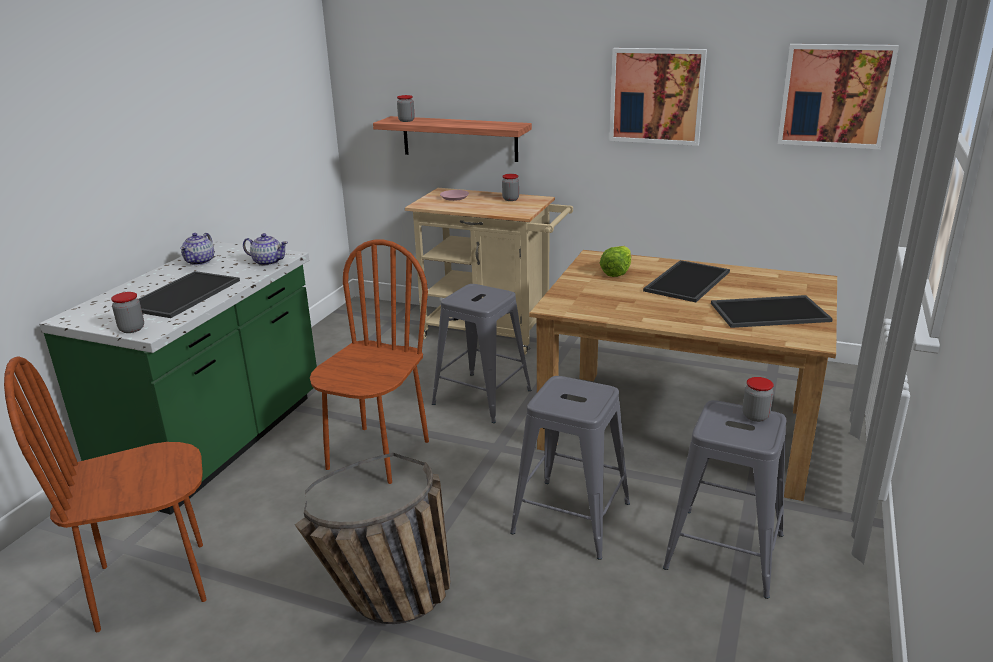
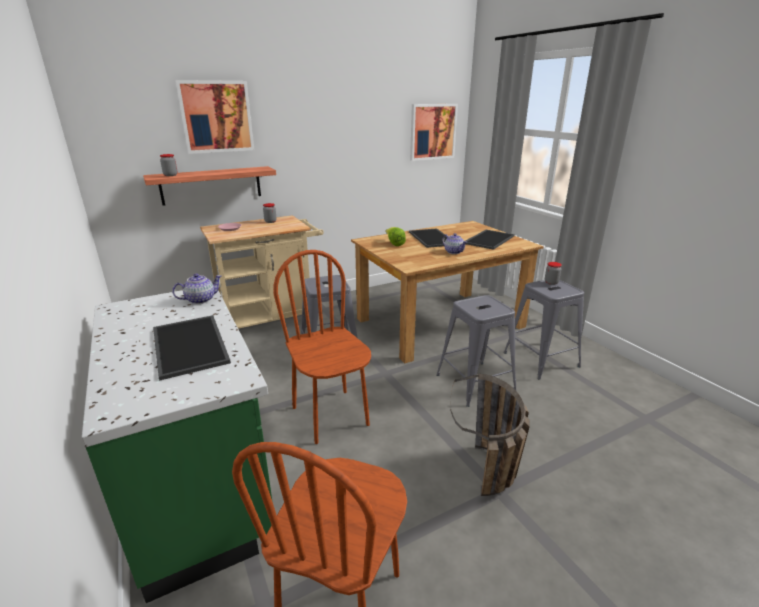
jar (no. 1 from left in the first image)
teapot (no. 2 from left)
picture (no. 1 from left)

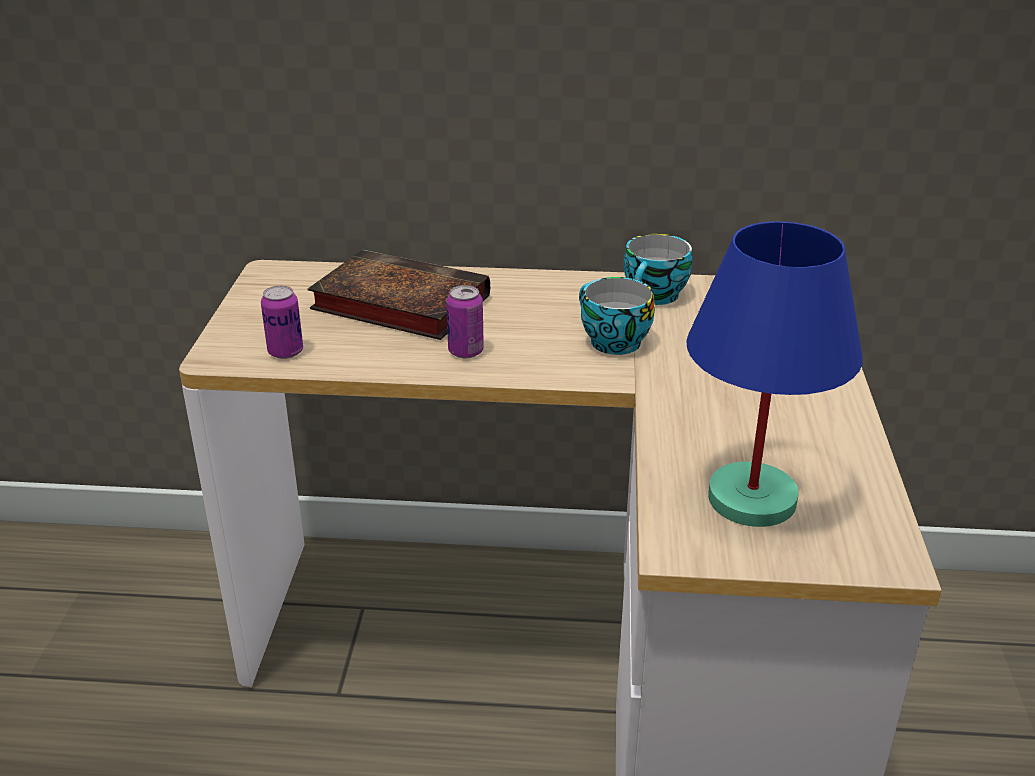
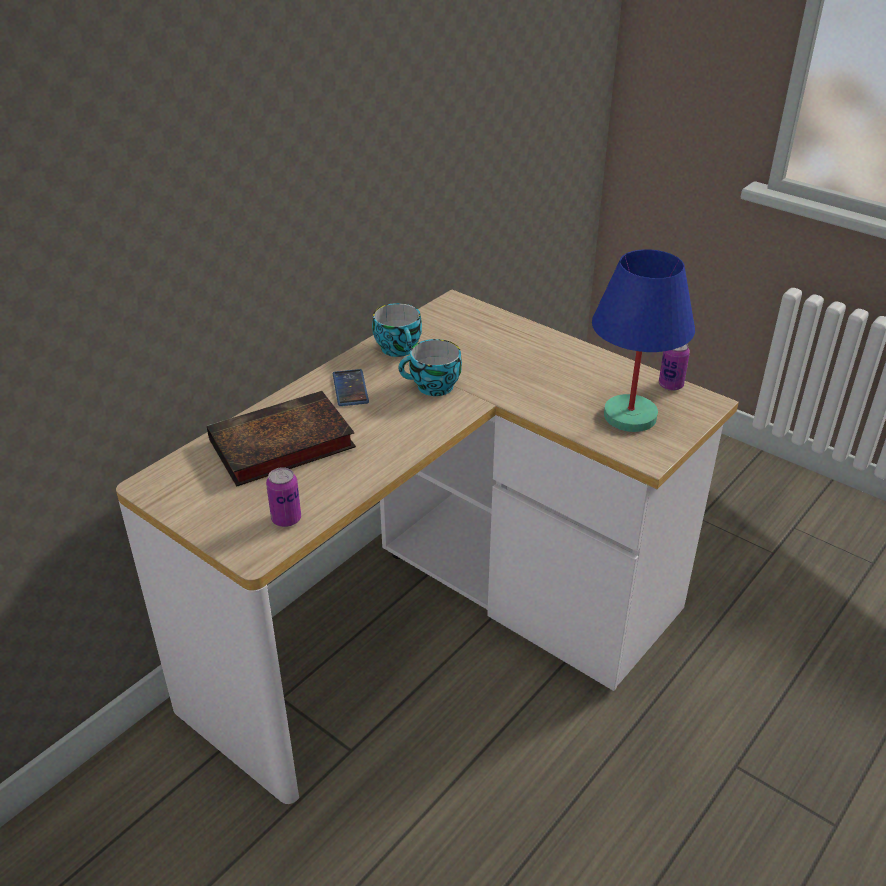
phone
can (no. 2 from left)

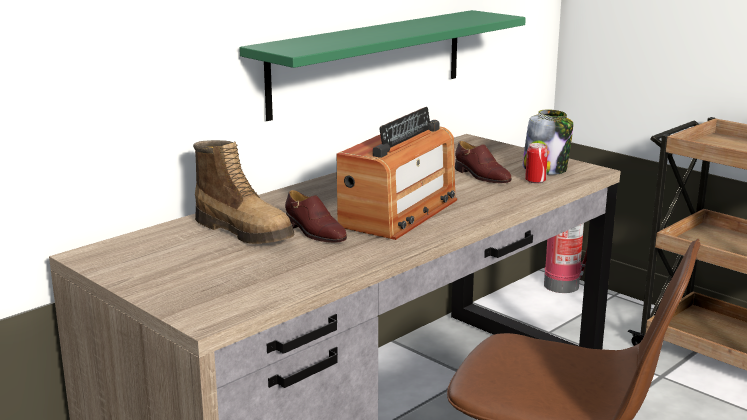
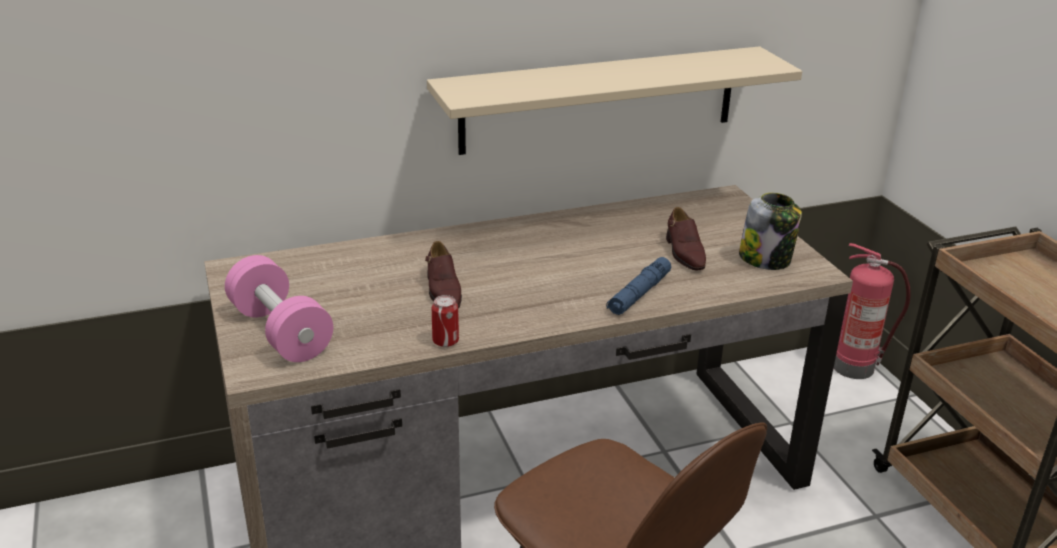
boot
radio
pink dumbbell
blue flashlight
can
beige shelf

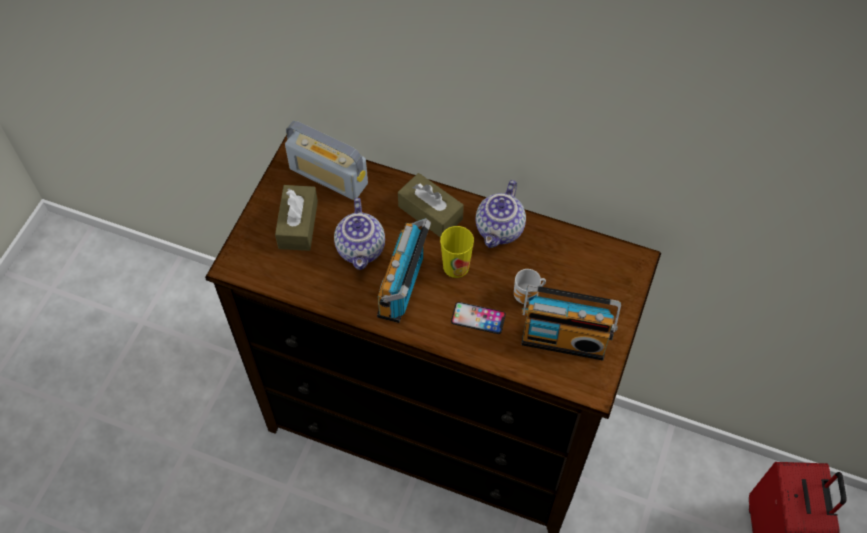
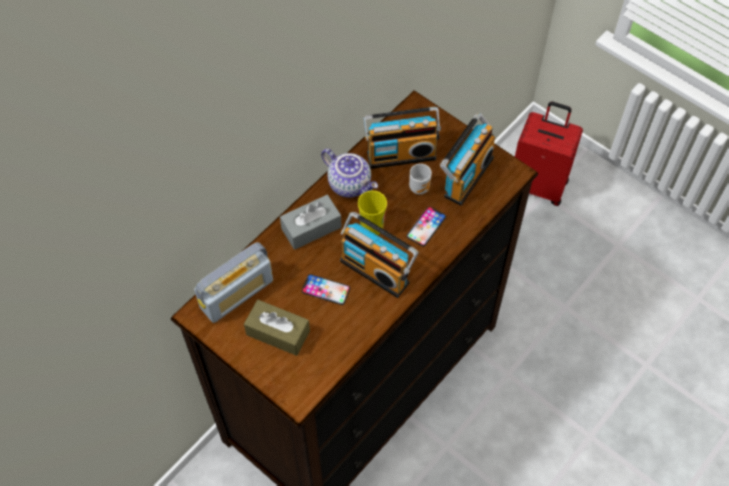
radio (no. 3 from left)
phone (no. 1 from left)
grey tissue box

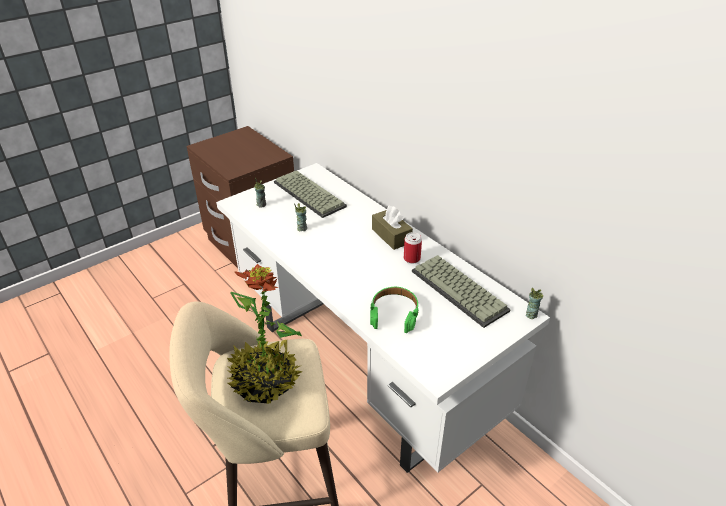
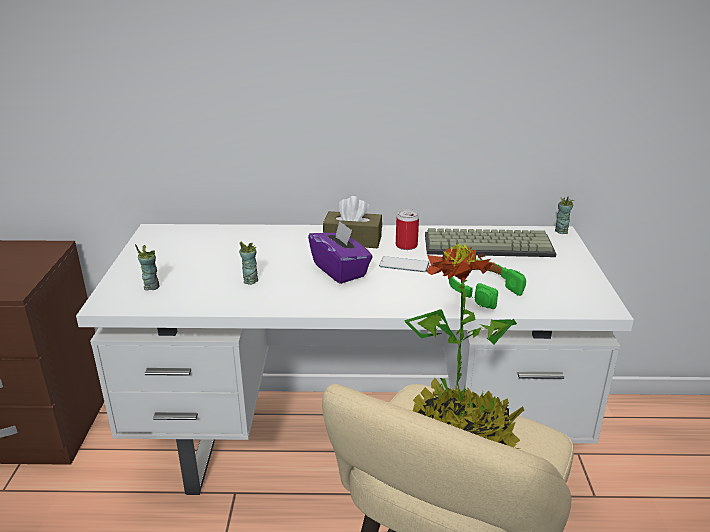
keyboard (no. 1 from left in the first image)
purple tissue box
phone

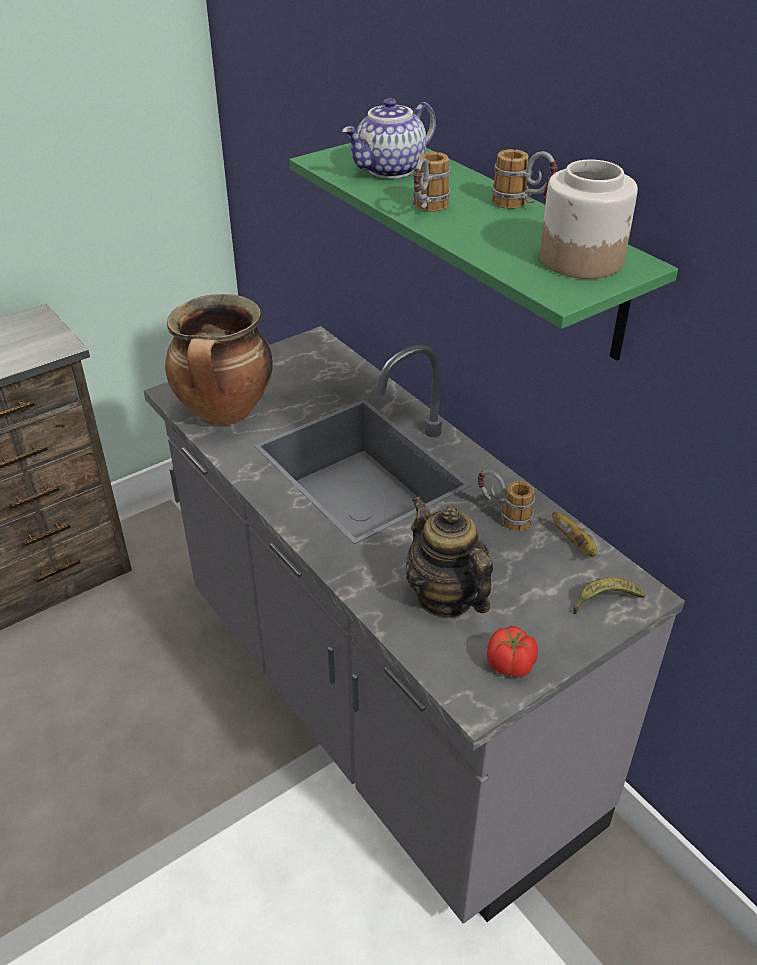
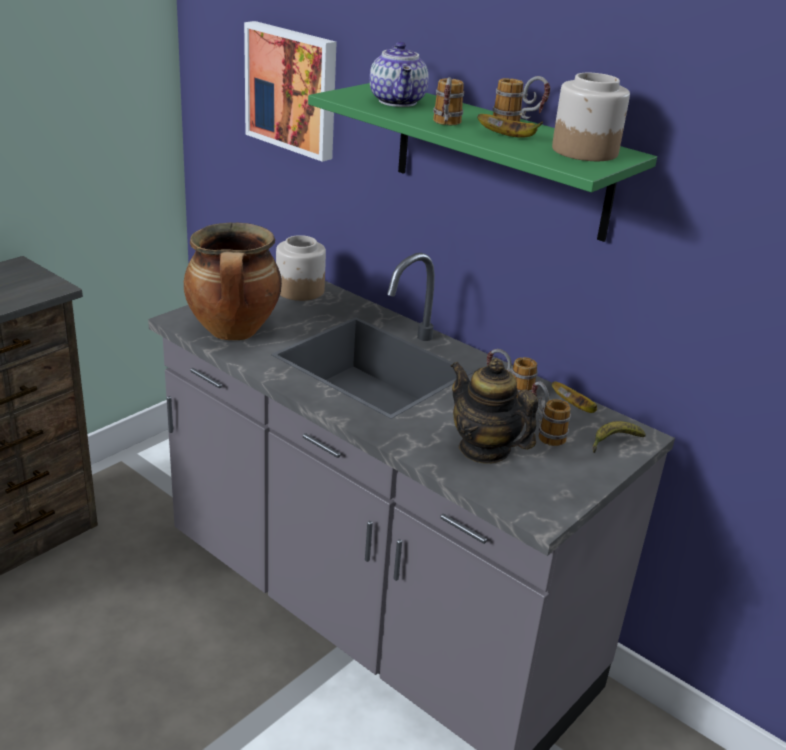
tomato
picture
jar (no. 1 from left)
banana (no. 1 from left)
mug (no. 4 from left)
teapot (no. 1 from left)

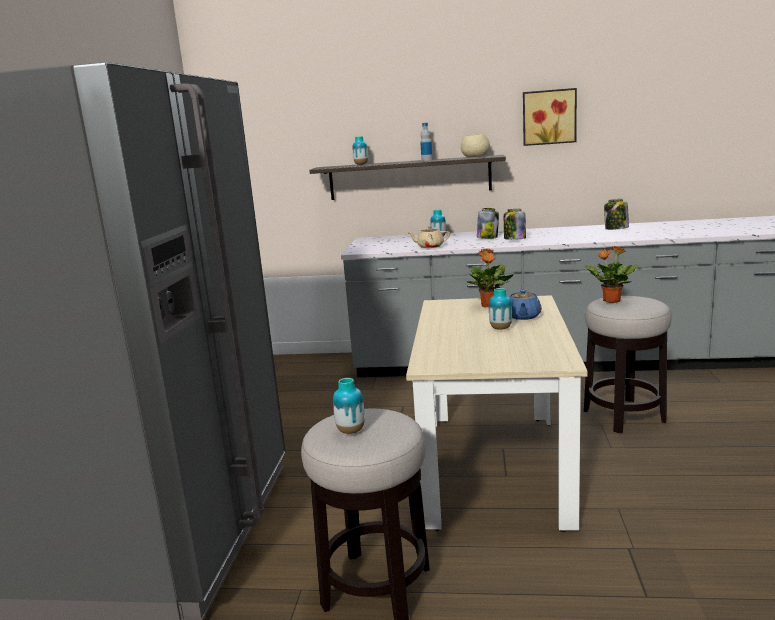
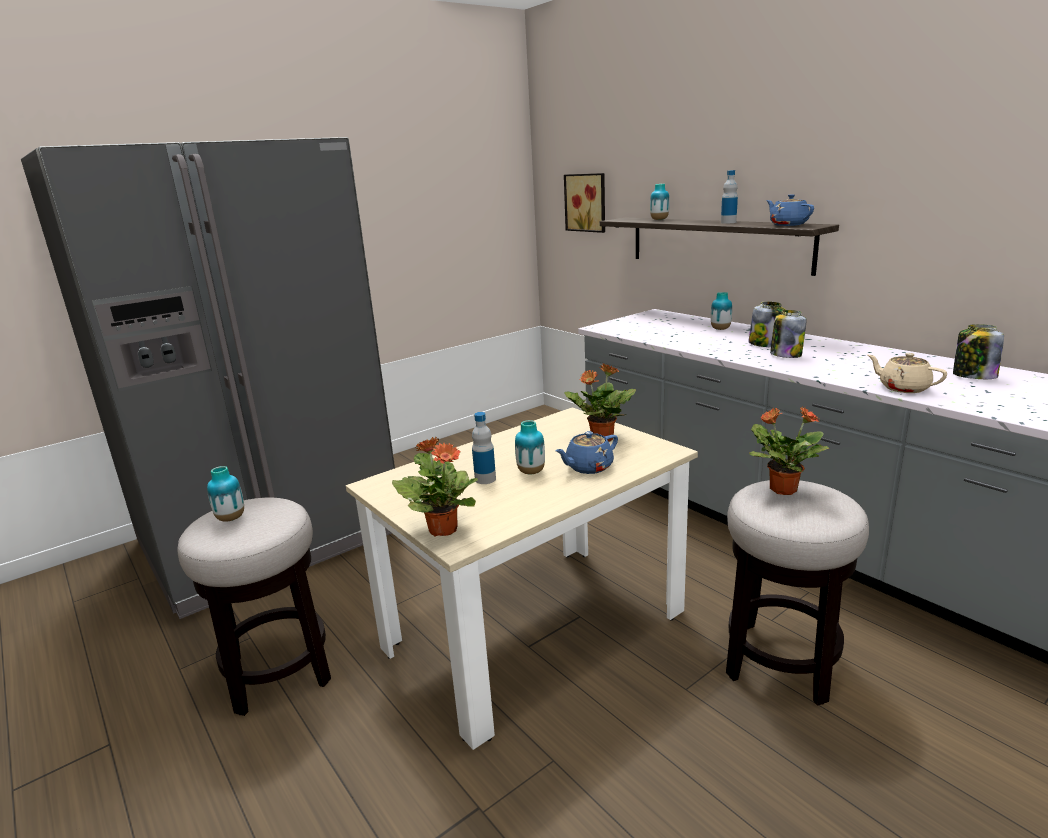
potted plant (no. 1 from left)
bottle (no. 1 from left)
beige teapot
picture
blue teapot (no. 2 from left)

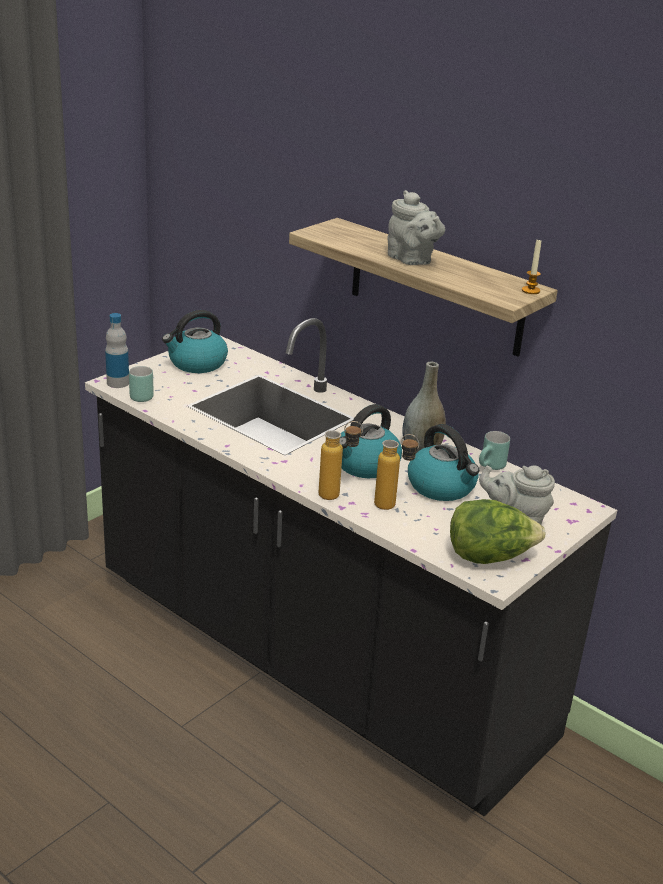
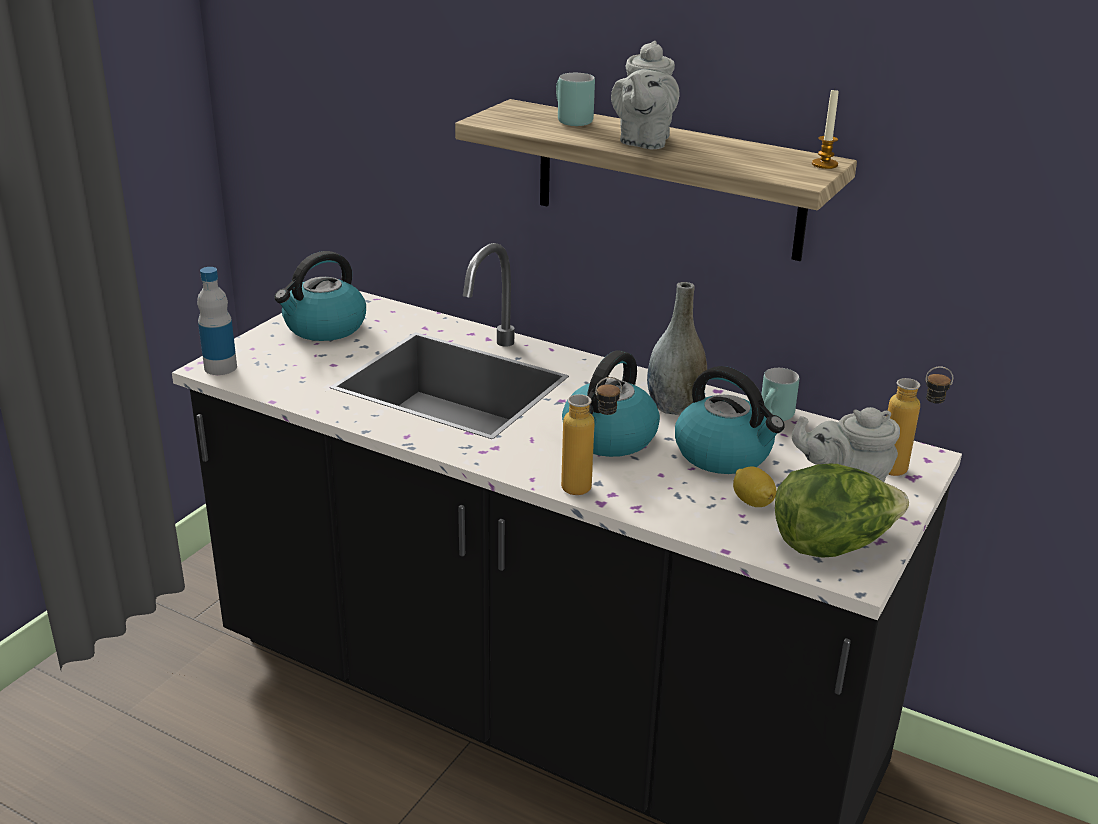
lemon
turquoise mug (no. 1 from left)
bottle (no. 3 from left)
grey teapot (no. 1 from left)

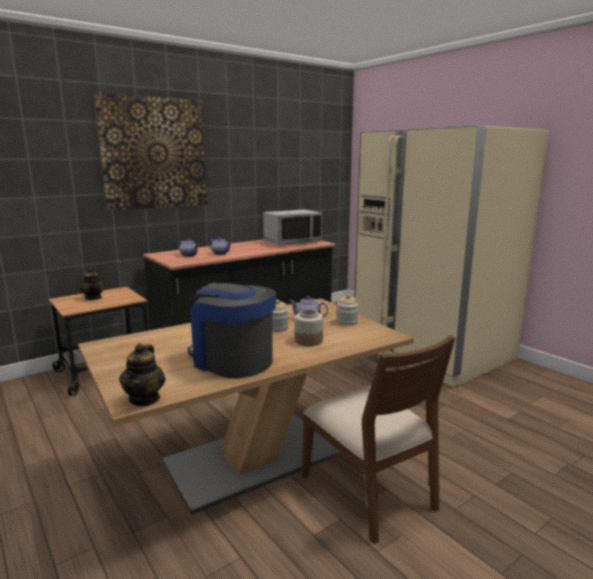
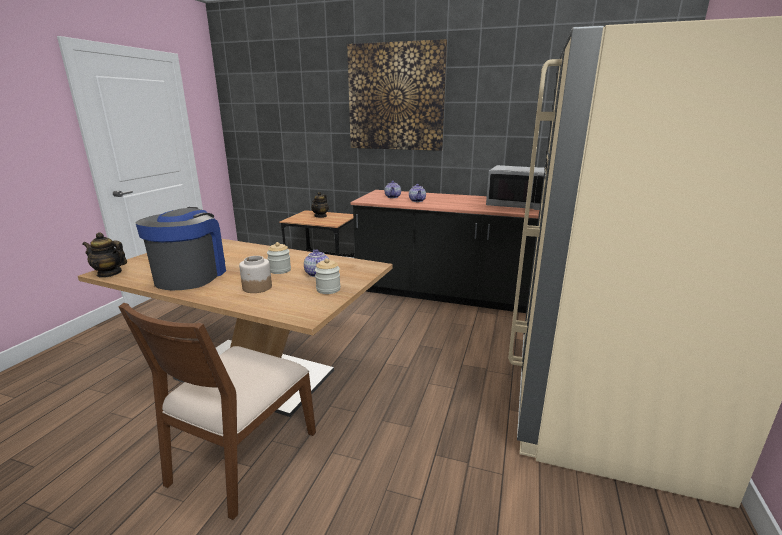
teapot (no. 1 from left)

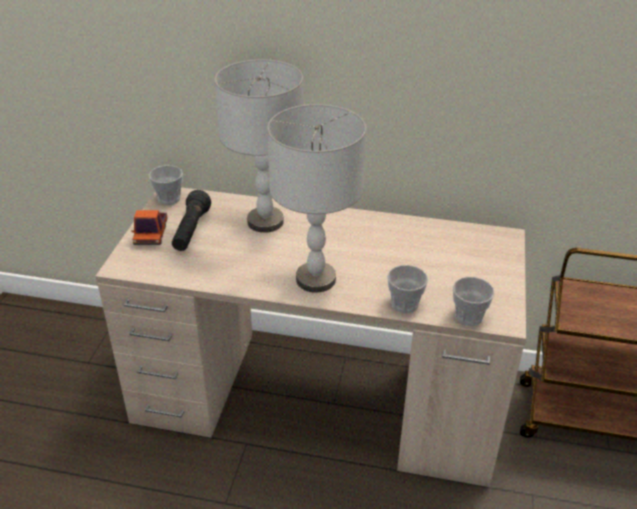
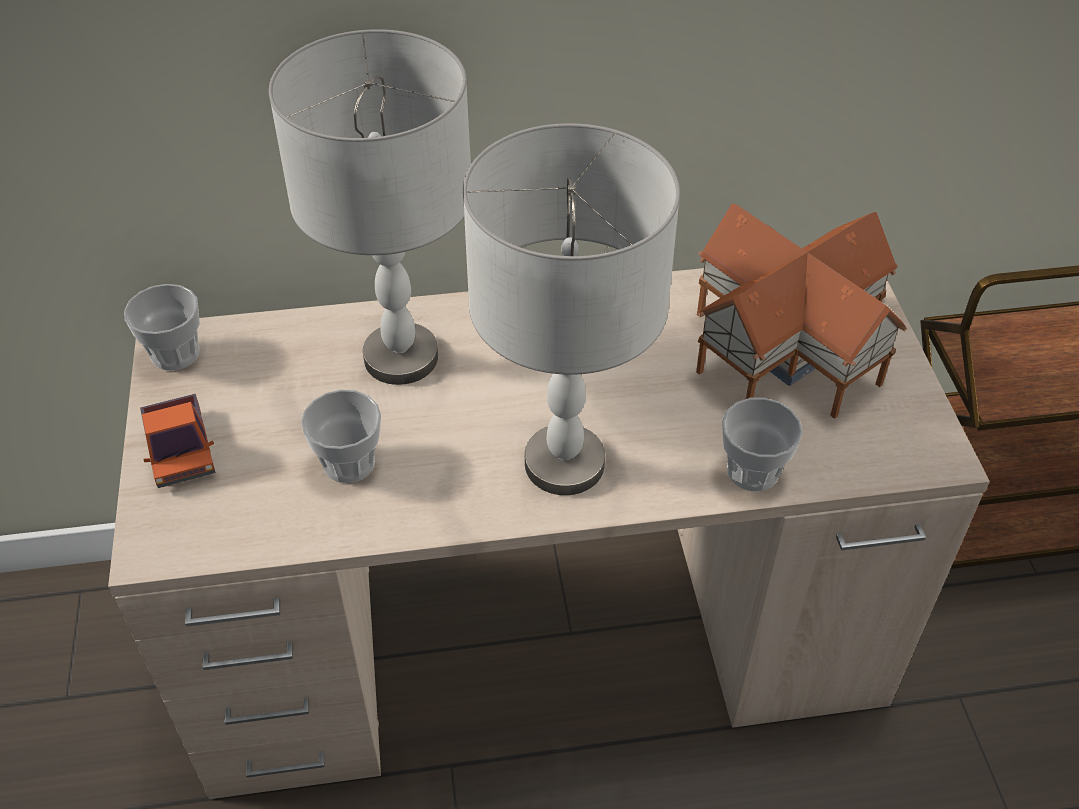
black flashlight
toy house
cup (no. 2 from left)

